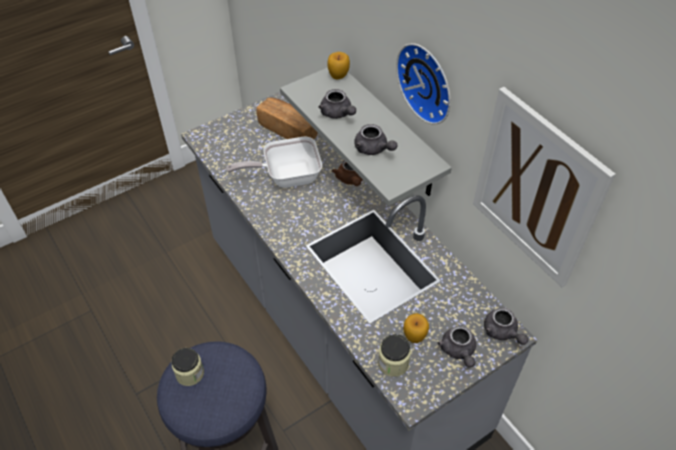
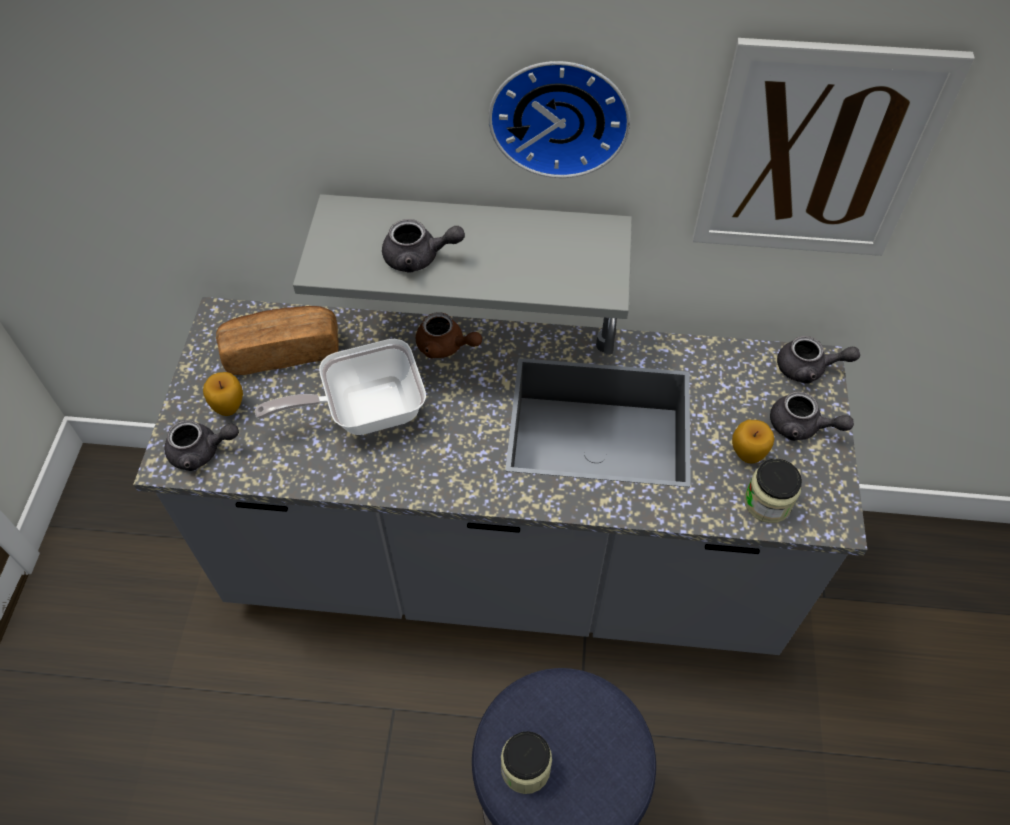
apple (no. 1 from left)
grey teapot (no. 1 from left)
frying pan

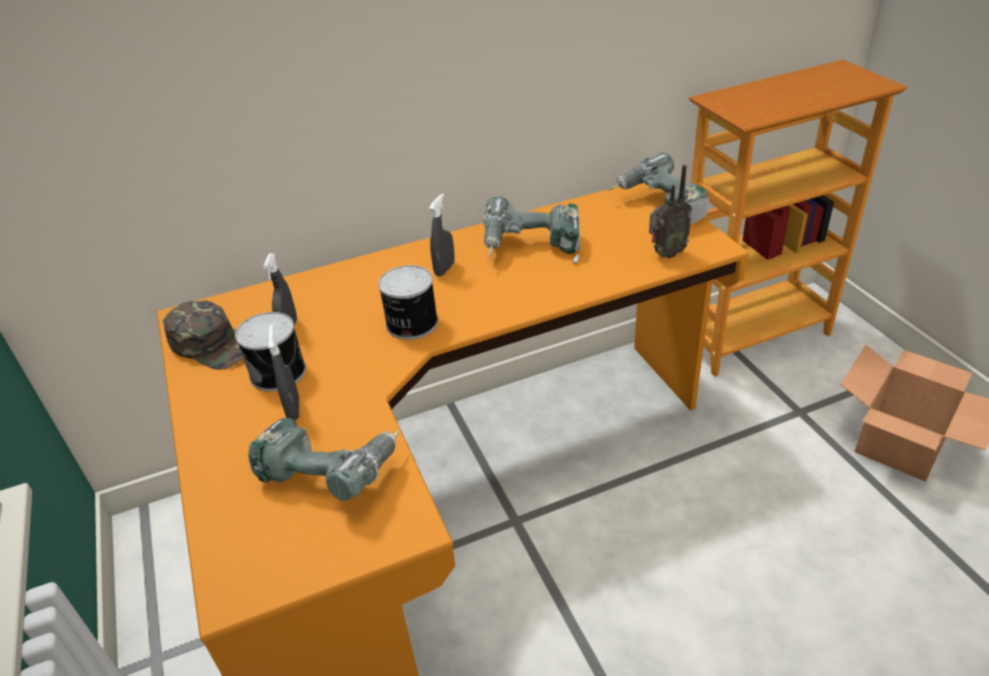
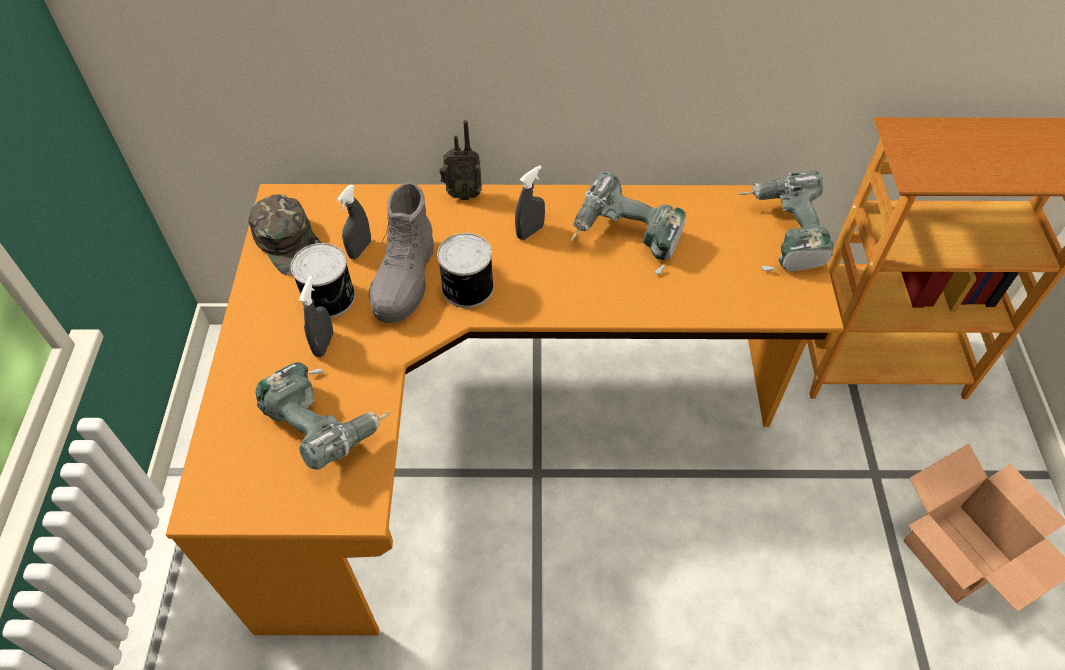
grey boot
radio

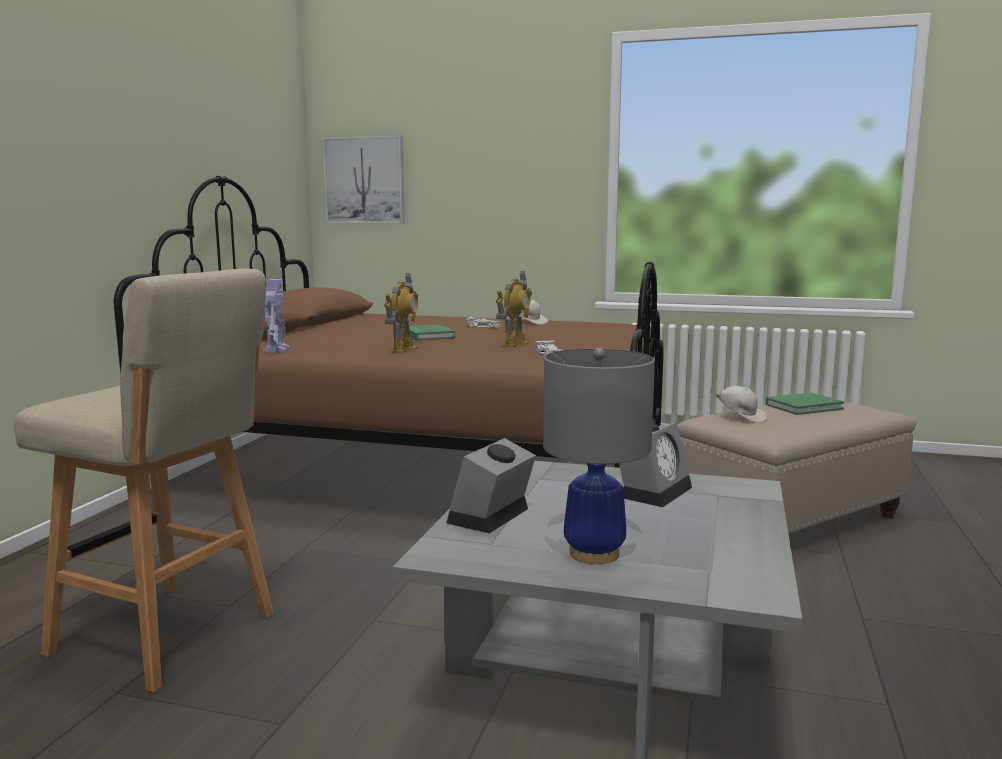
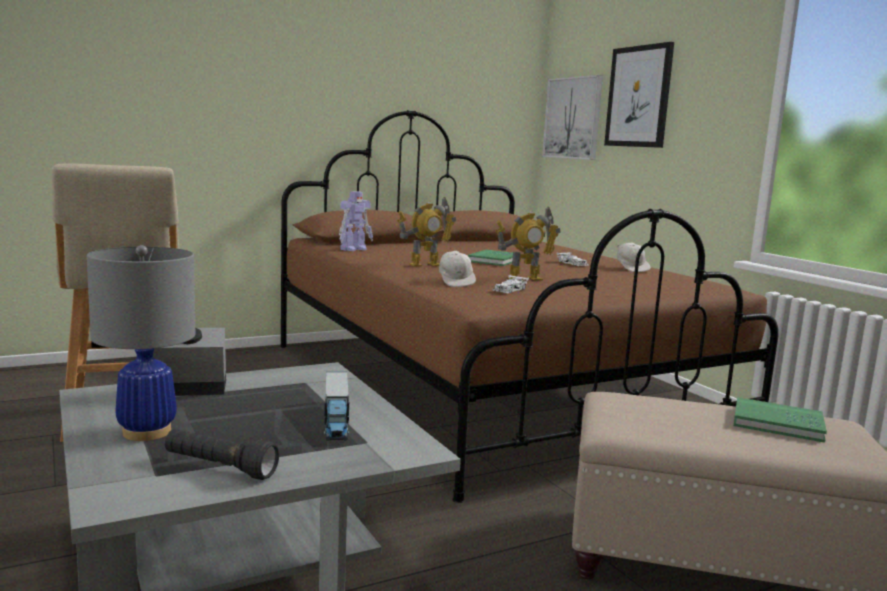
black flashlight
picture (no. 2 from left)
white cap (no. 1 from left)
toy truck

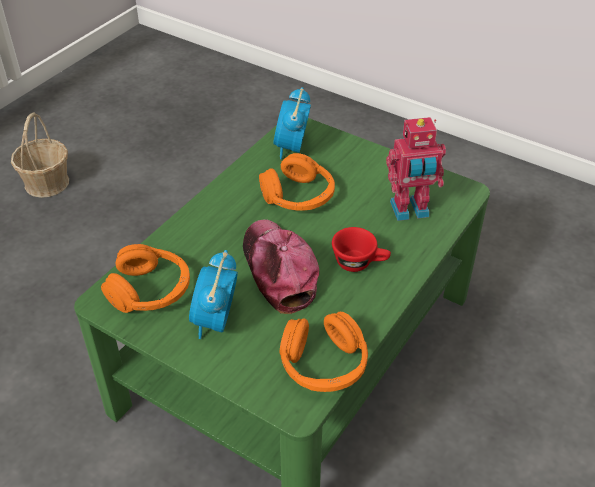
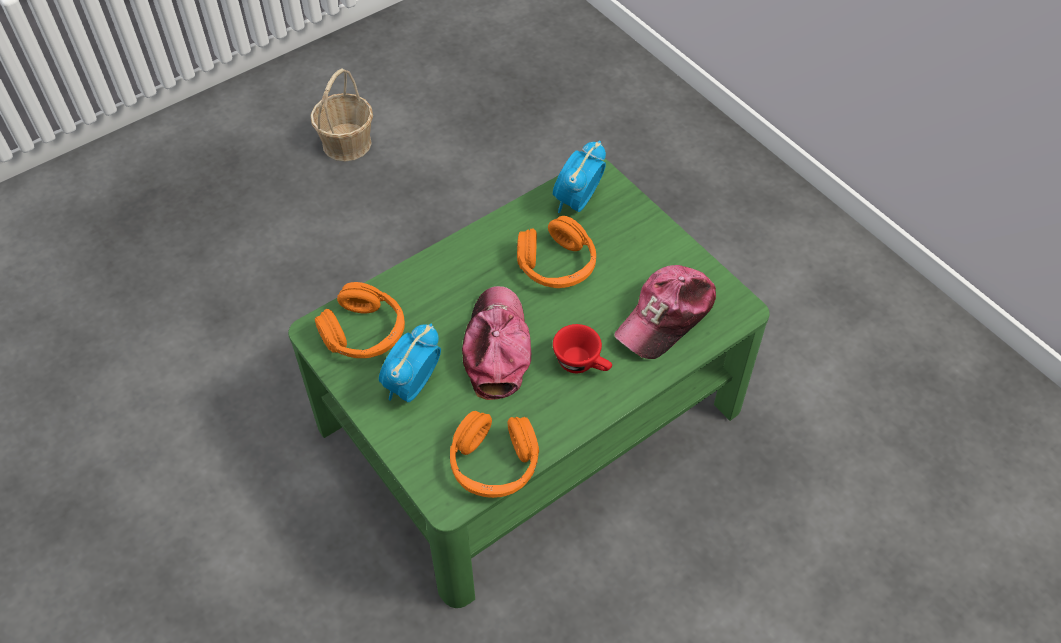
cap (no. 2 from left)

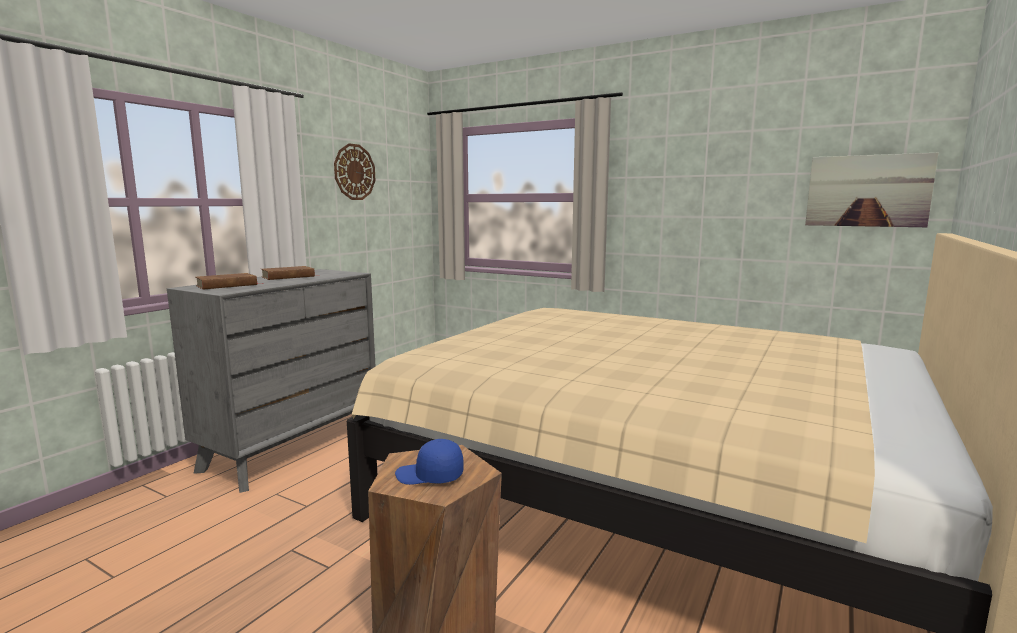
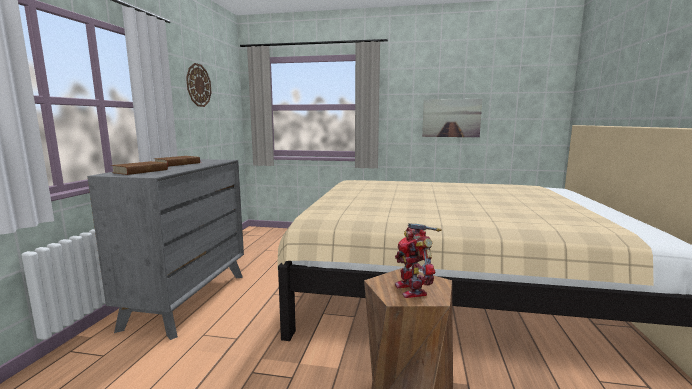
picture
toy robot

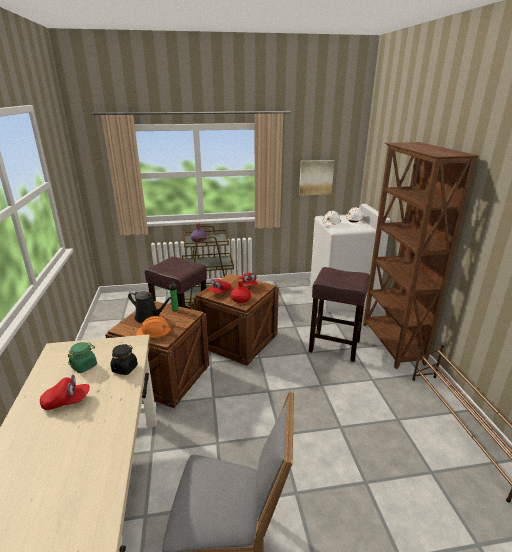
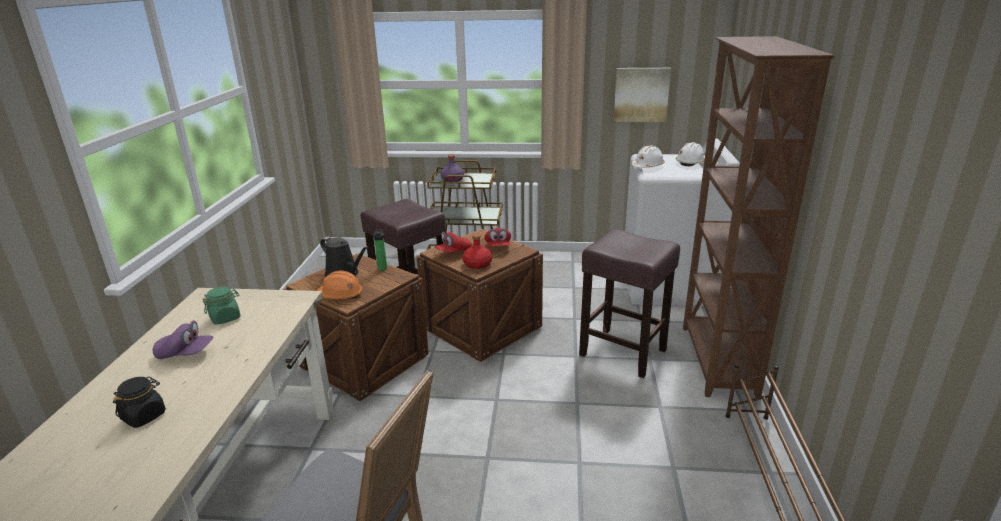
black jar
purple cap

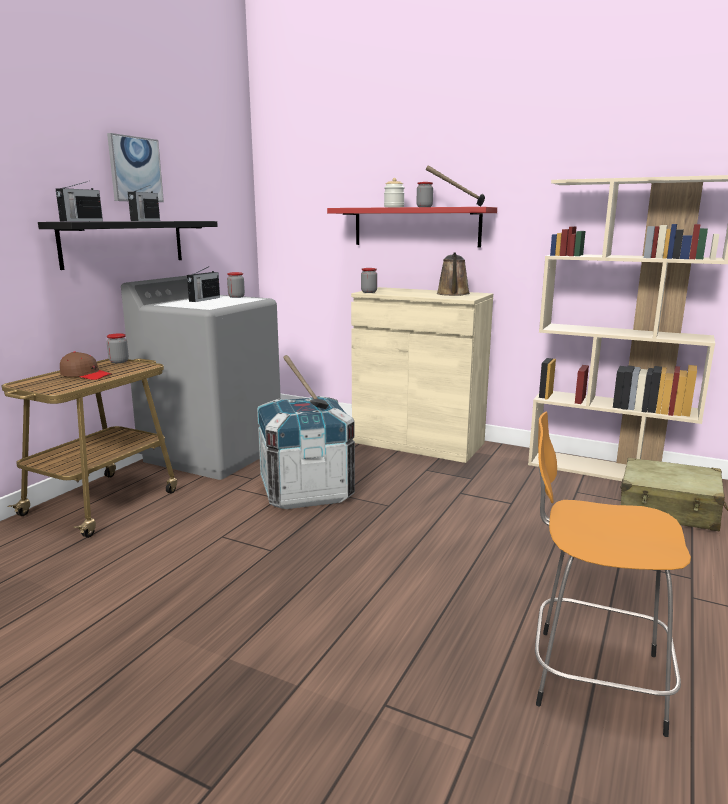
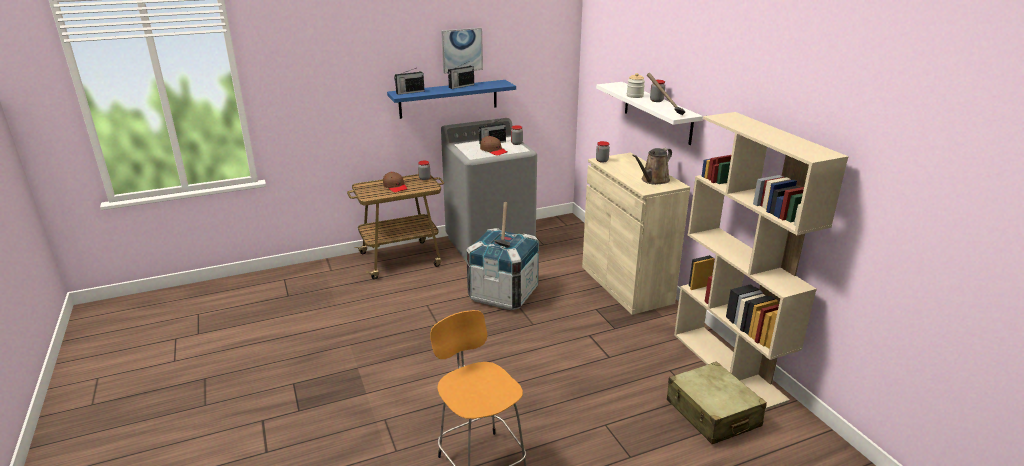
brown cap (no. 2 from left)
blue shelf
white shelf

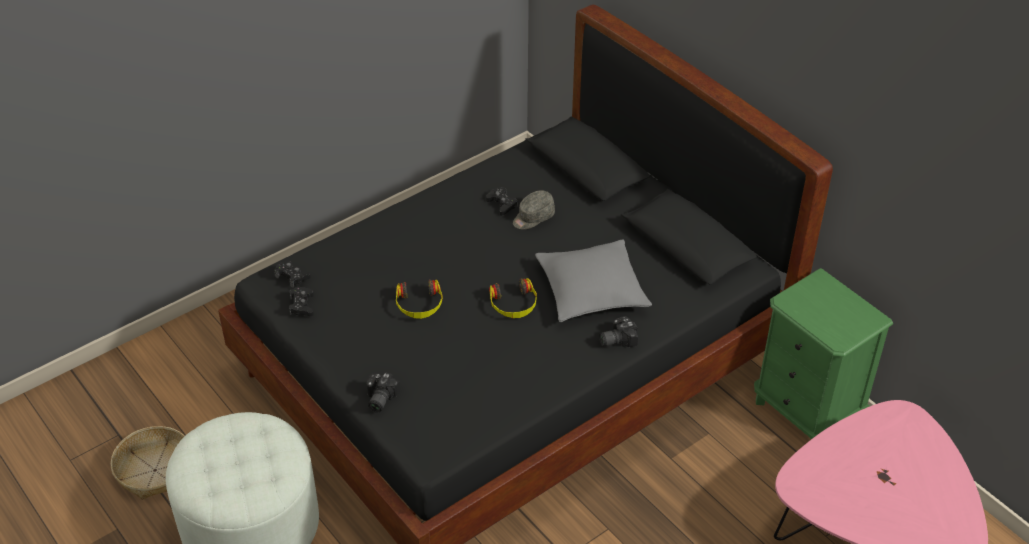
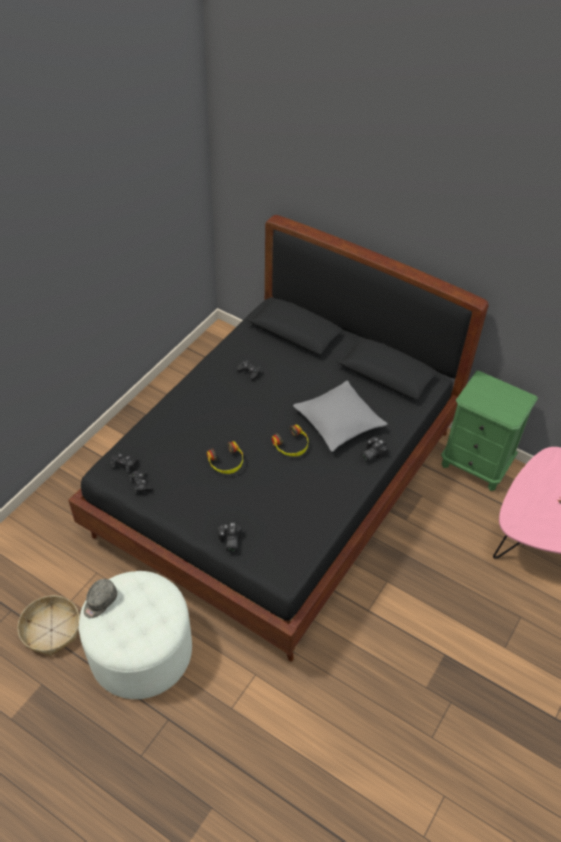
grey cap

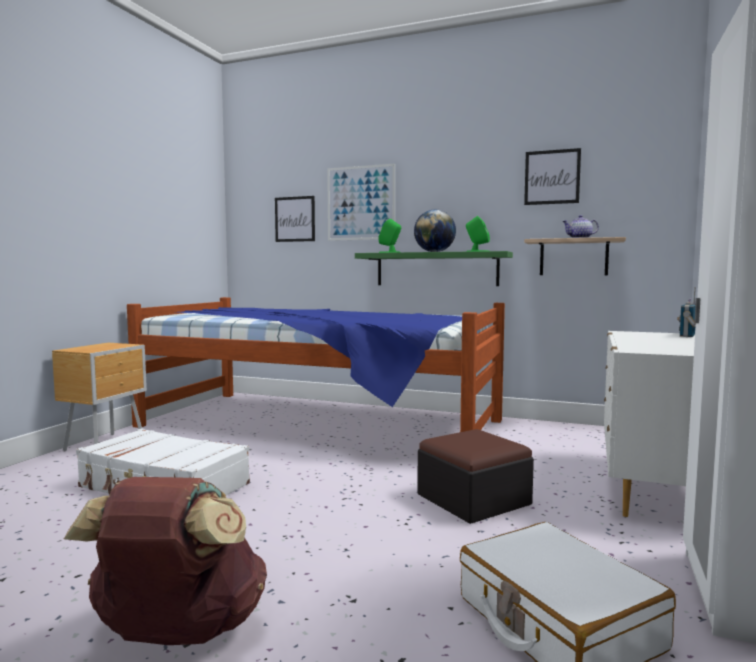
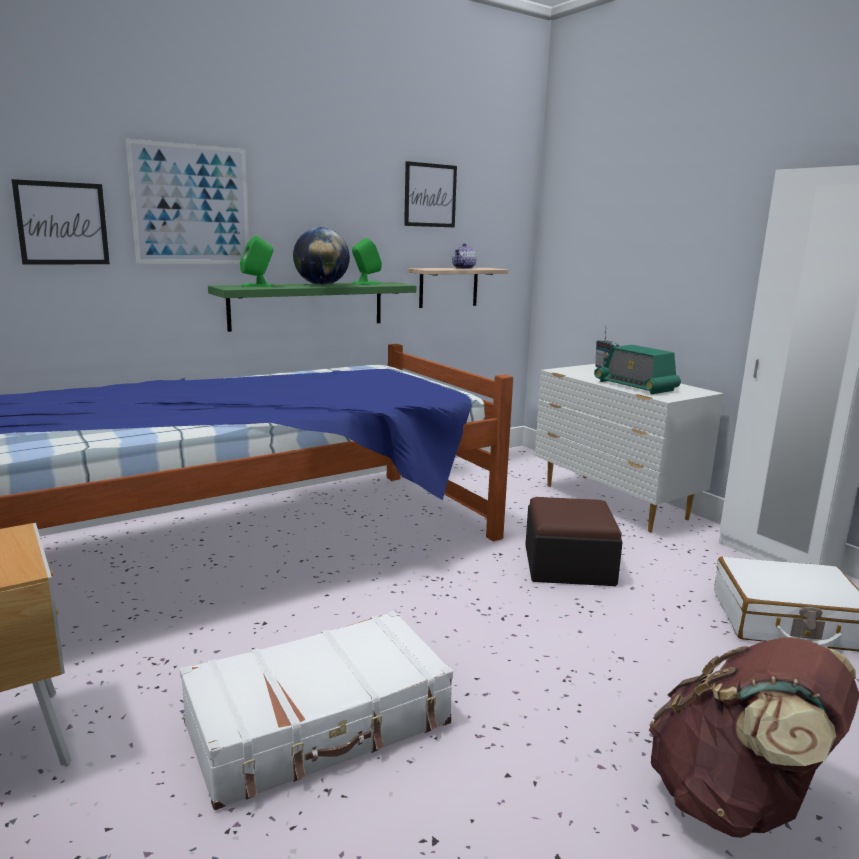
radio (no. 2 from left)

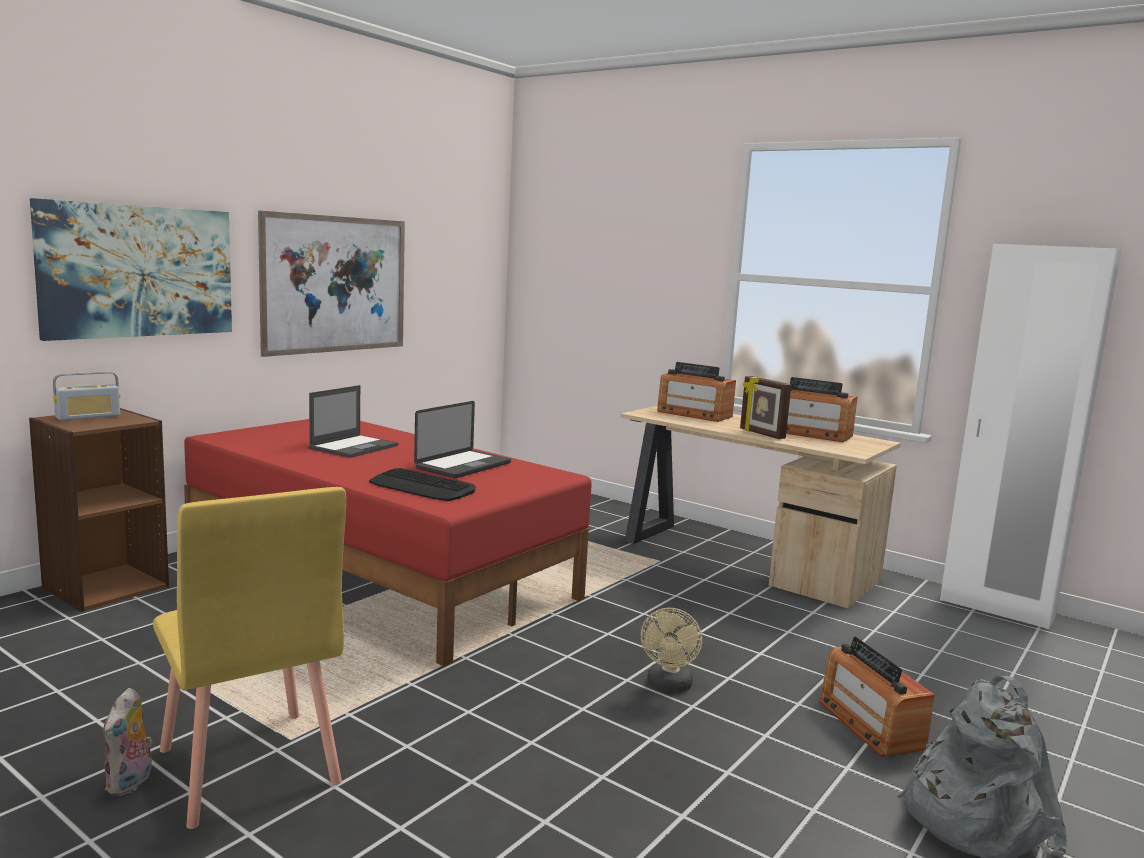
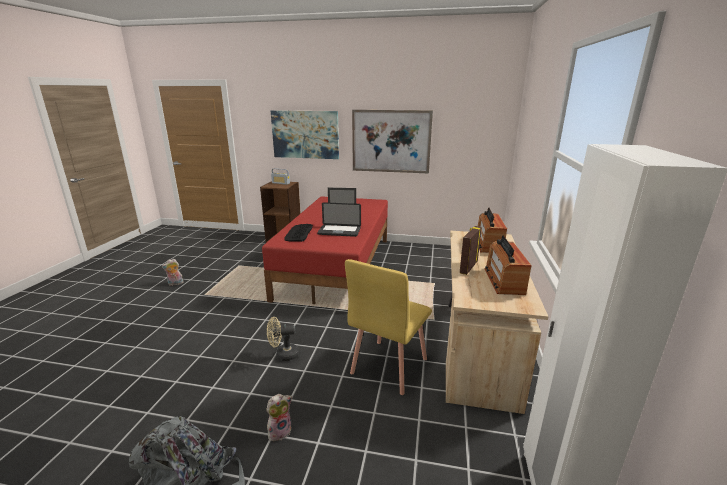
yellow chair
plush toy (no. 2 from left)

